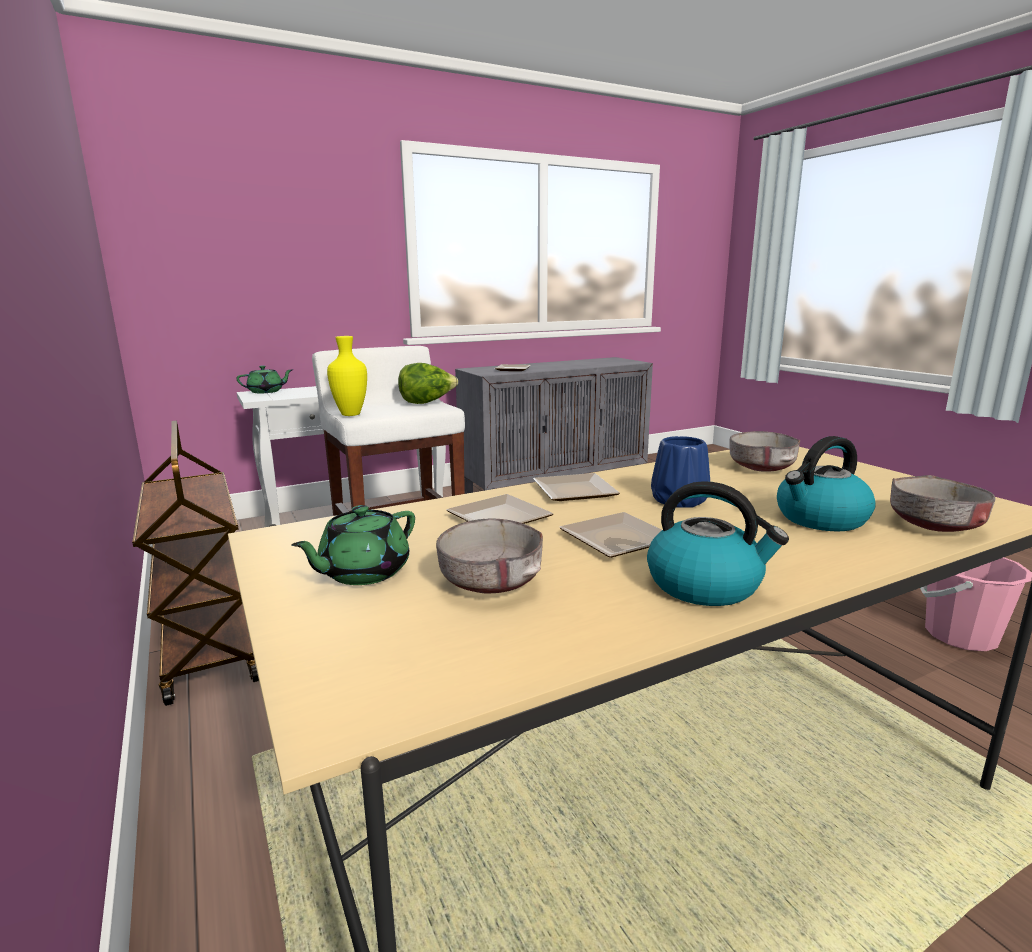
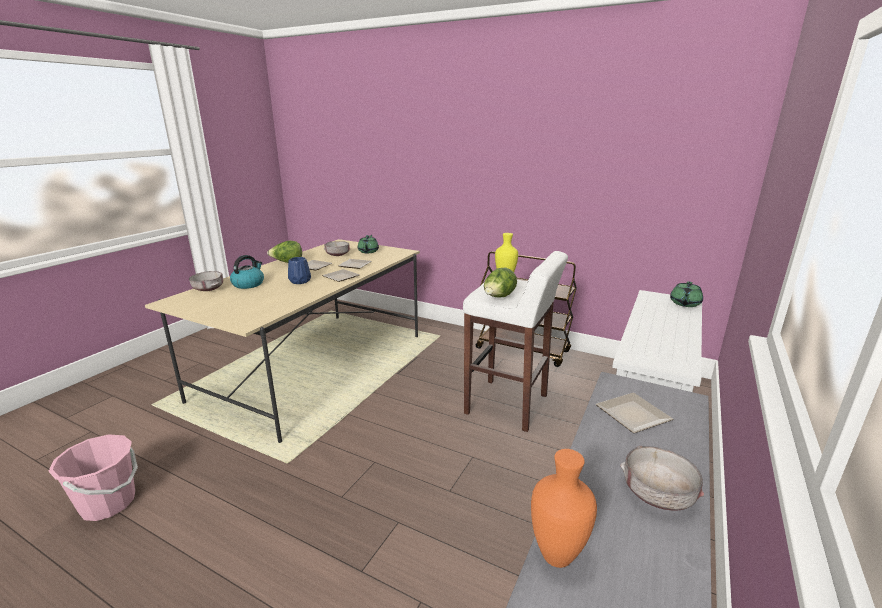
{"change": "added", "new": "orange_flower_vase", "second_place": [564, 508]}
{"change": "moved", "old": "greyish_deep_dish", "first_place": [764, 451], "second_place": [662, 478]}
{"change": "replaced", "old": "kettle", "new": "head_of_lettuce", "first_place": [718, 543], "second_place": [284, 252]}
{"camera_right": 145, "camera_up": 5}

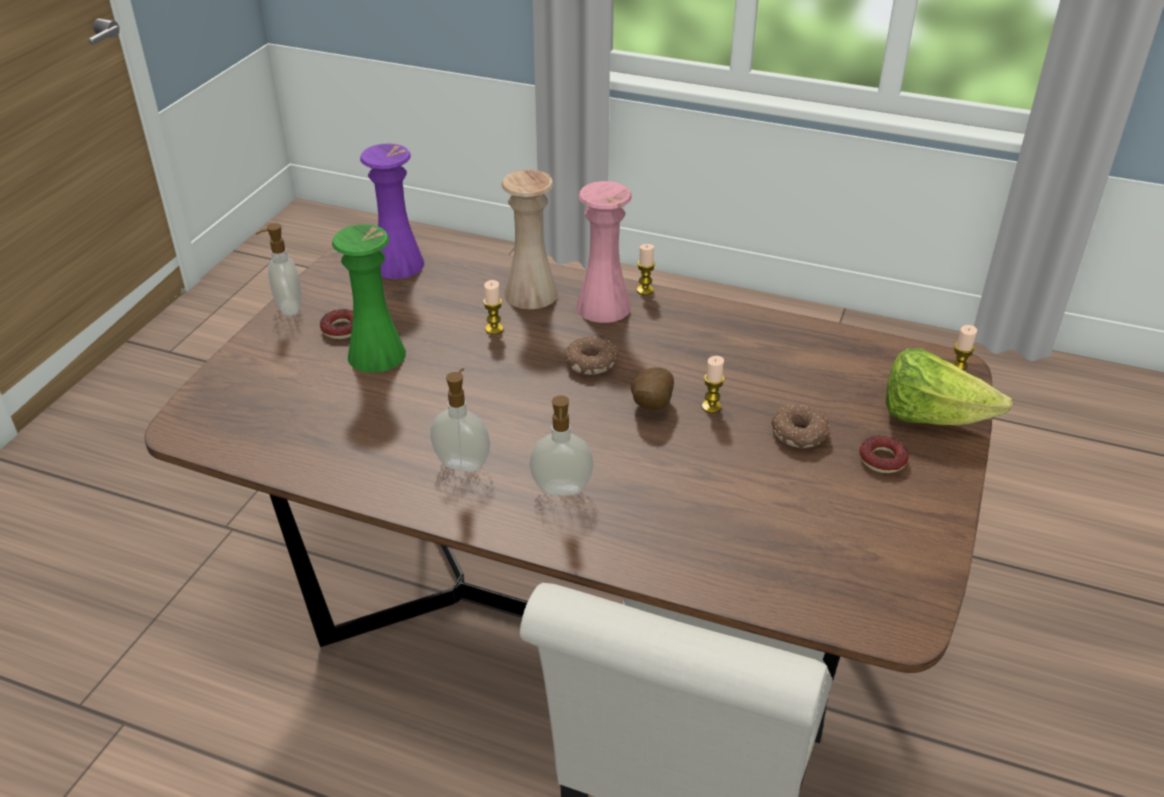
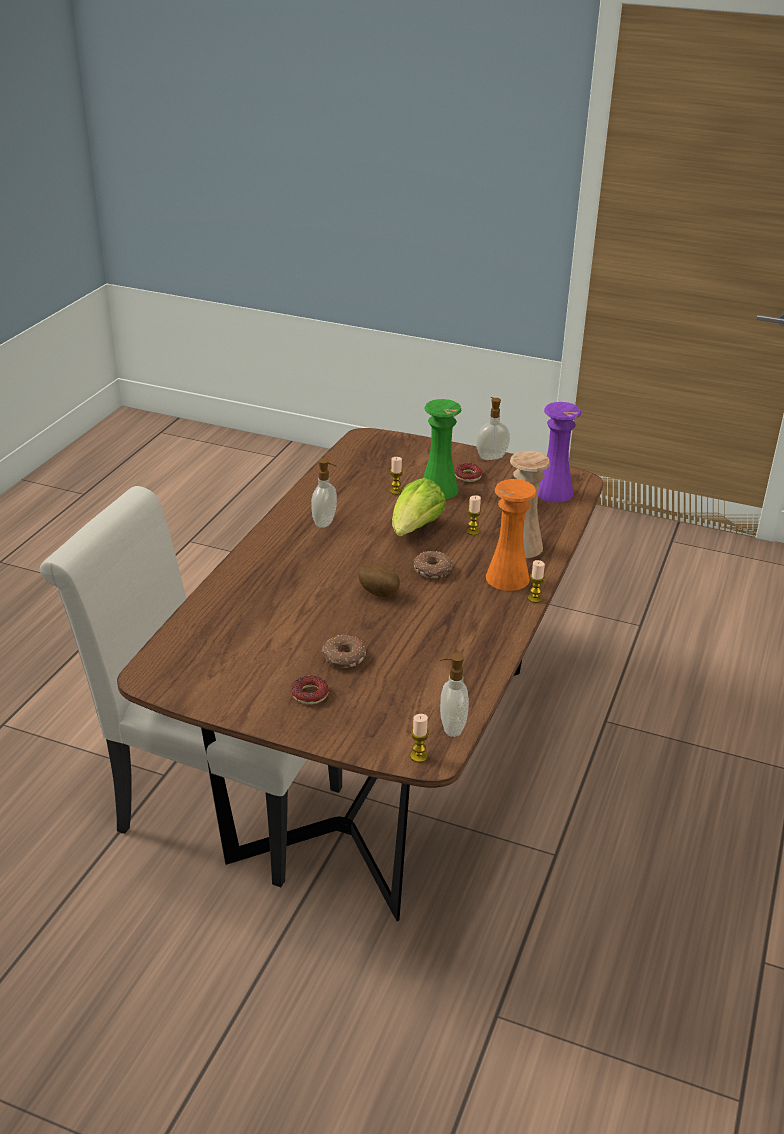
{"change": "moved", "old": "liquid_soap_bottle", "first_place": [561, 445], "second_place": [454, 695]}
{"change": "moved", "old": "wax_candle", "first_place": [713, 384], "second_place": [396, 476]}
{"change": "moved", "old": "head_of_lettuce", "first_place": [949, 386], "second_place": [419, 507]}
{"change": "recoloured", "old": "pink-coloured_flower_vase", "new": "orange_flower_vase", "first_place": [604, 252], "second_place": [511, 535]}
{"camera_right": 90, "camera_up": -5}

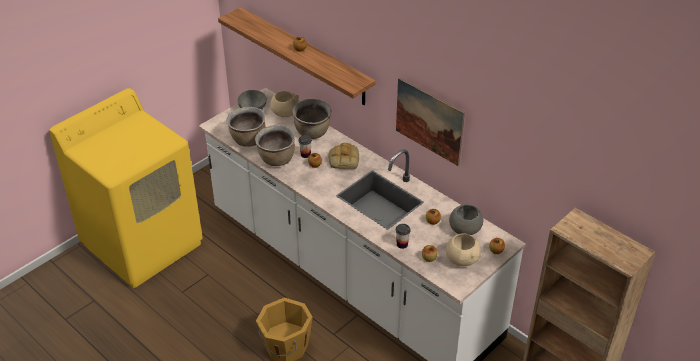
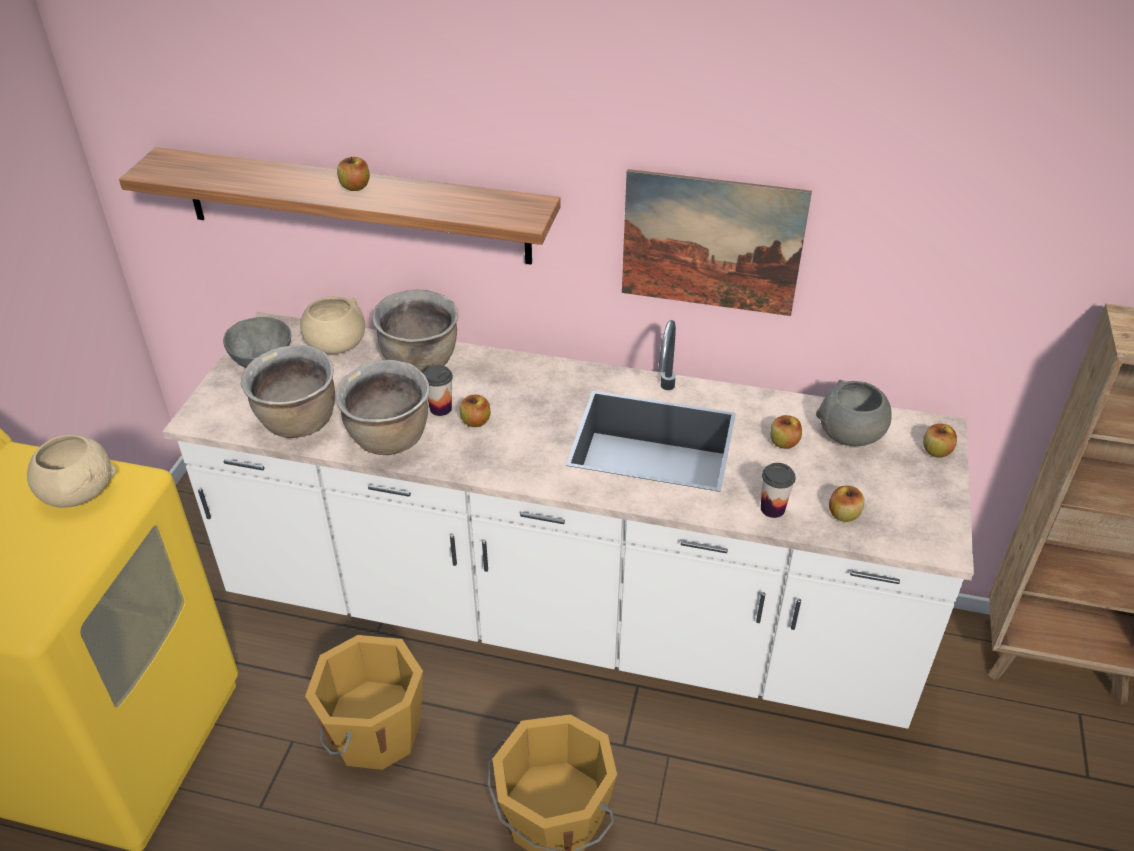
{"change": "removed", "old": "bread", "first_place": [343, 156]}
{"change": "added", "new": "orange_bucket", "second_place": [364, 702]}
{"change": "moved", "old": "beige-coloured_deep_dish", "first_place": [464, 249], "second_place": [72, 471]}
{"camera_right": -30, "camera_up": 0}

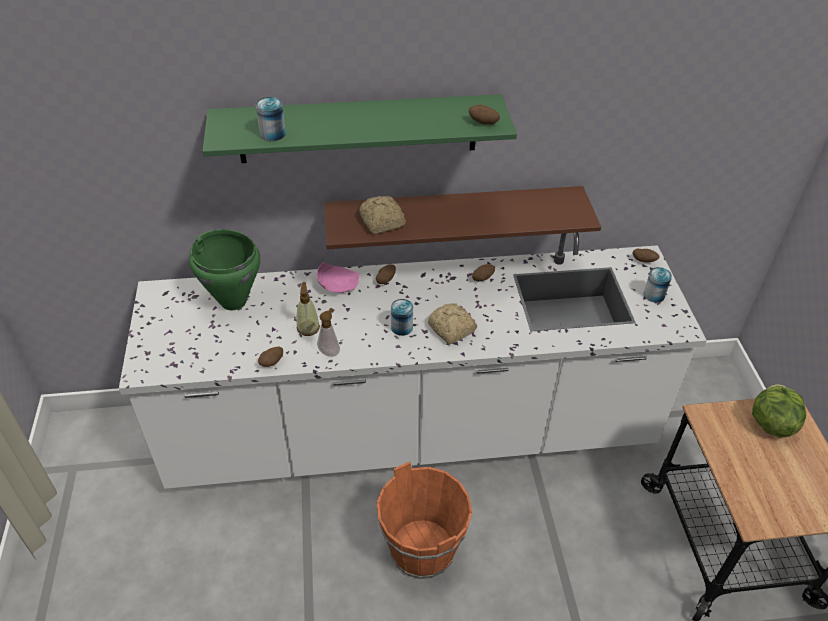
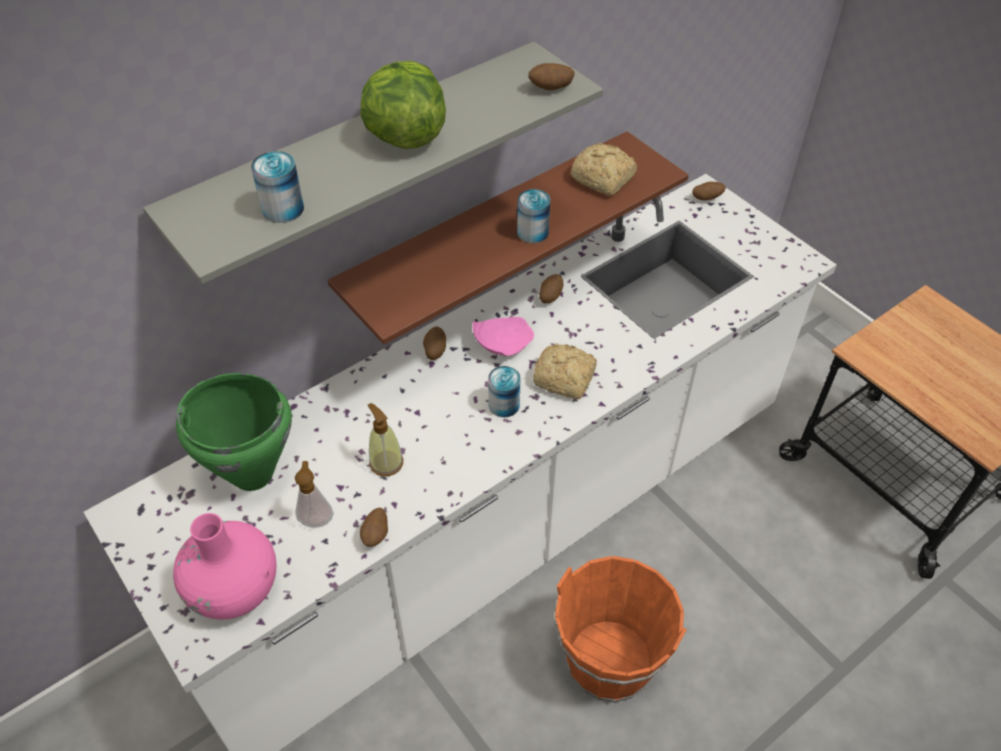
{"change": "added", "new": "pink-coloured_flower_vase", "second_place": [224, 566]}
{"change": "moved", "old": "pink-coloured_plate", "first_place": [338, 277], "second_place": [503, 336]}
{"change": "moved", "old": "liquid_soap_bottle", "first_place": [328, 332], "second_place": [314, 494]}
{"change": "moved", "old": "bread", "first_place": [382, 214], "second_place": [604, 169]}
{"change": "moved", "old": "can", "first_place": [658, 285], "second_place": [533, 216]}
{"change": "moved", "old": "head_of_lettuce", "first_place": [779, 410], "second_place": [403, 105]}
{"change": "recoloured", "old": "green_wall_shelf", "new": "greyish_wall_shelf", "first_place": [359, 128], "second_place": [373, 163]}
{"camera_right": -30, "camera_up": 5}

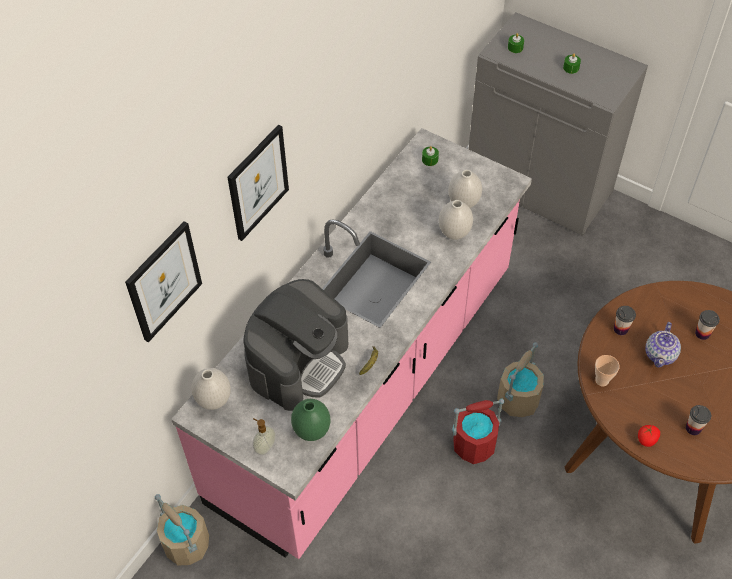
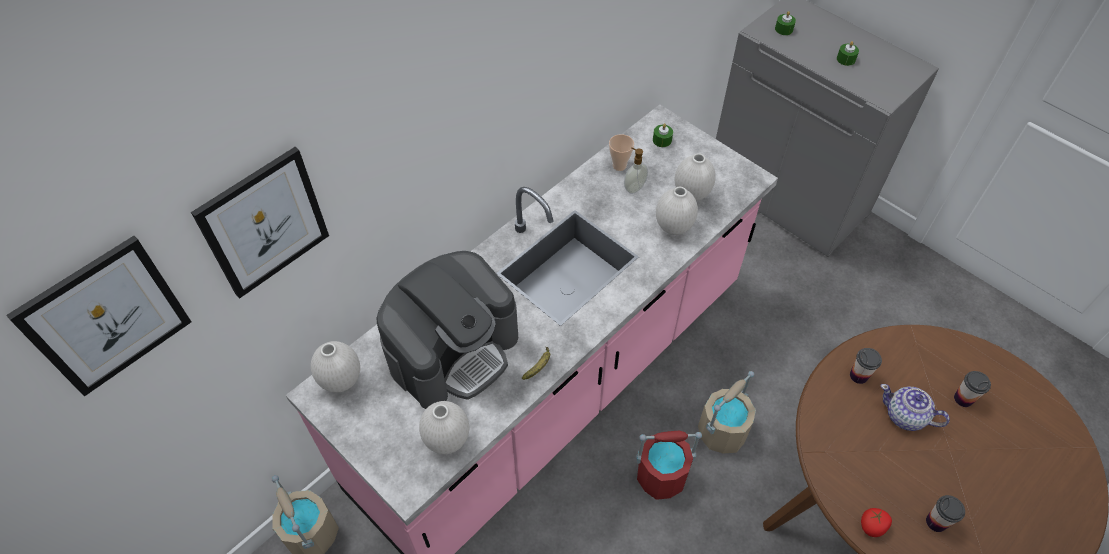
{"change": "moved", "old": "picture", "first_place": [258, 183], "second_place": [98, 316]}
{"change": "moved", "old": "liquid_soap_bottle", "first_place": [264, 436], "second_place": [636, 170]}
{"change": "moved", "old": "small_cup", "first_place": [607, 370], "second_place": [621, 152]}
{"change": "recoloured", "old": "green_flower_vase", "new": "whitish_flower_vase", "first_place": [310, 420], "second_place": [444, 427]}
{"change": "turned", "old": "pot_for_tea", "first_place": [663, 345], "second_place": [915, 407], "degrees": 90}
{"camera_right": 10, "camera_up": 0}

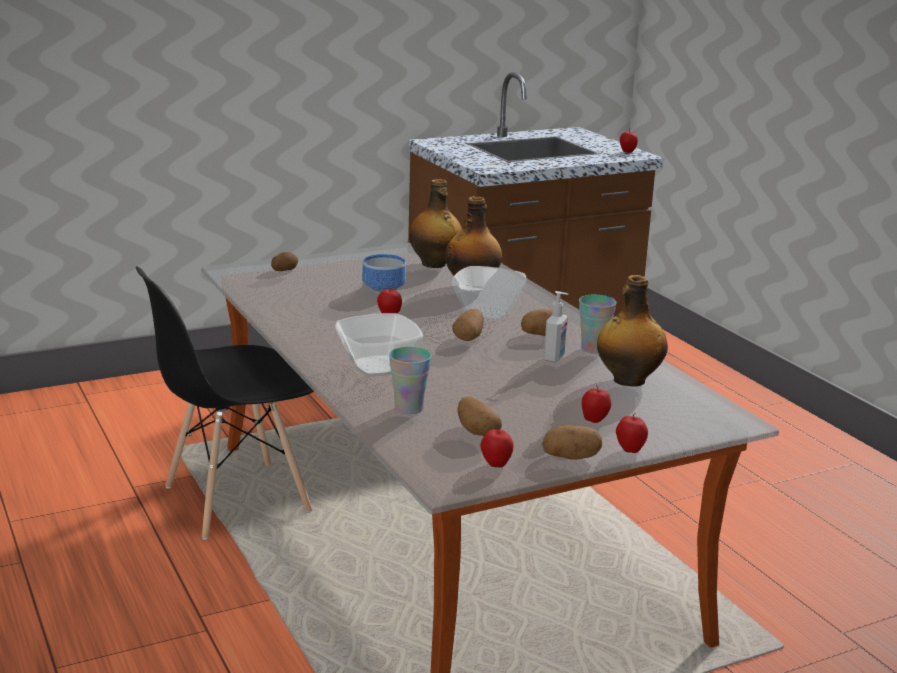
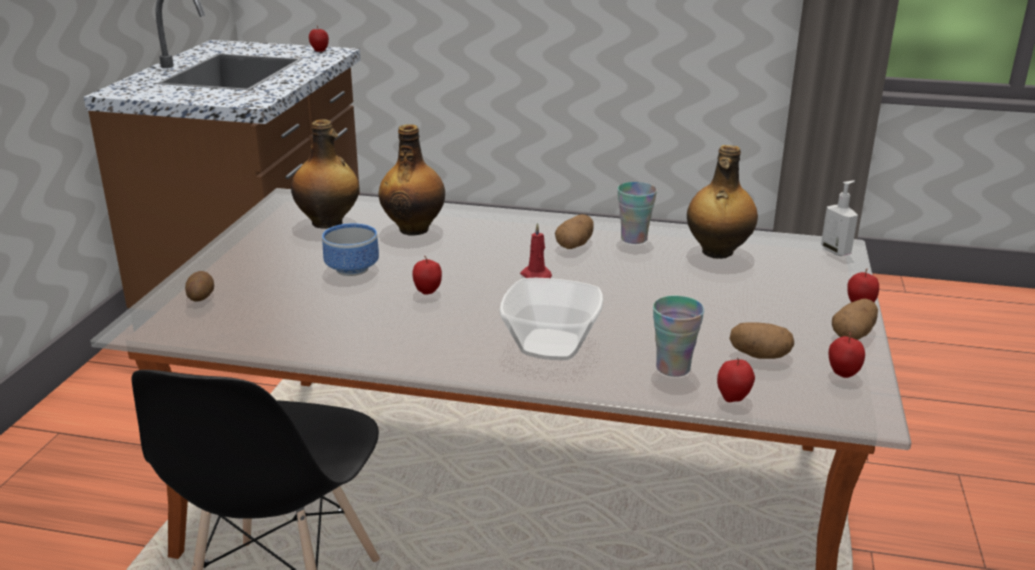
{"change": "removed", "old": "deep_dish", "first_place": [489, 293]}
{"change": "moved", "old": "liquid_soap_bottle", "first_place": [556, 326], "second_place": [839, 218]}
{"change": "moved", "old": "apple", "first_place": [596, 404], "second_place": [736, 380]}
{"change": "replaced", "old": "whole_potato", "new": "reddish_wax_candle", "first_place": [468, 325], "second_place": [536, 250]}
{"camera_right": -50, "camera_up": 5}

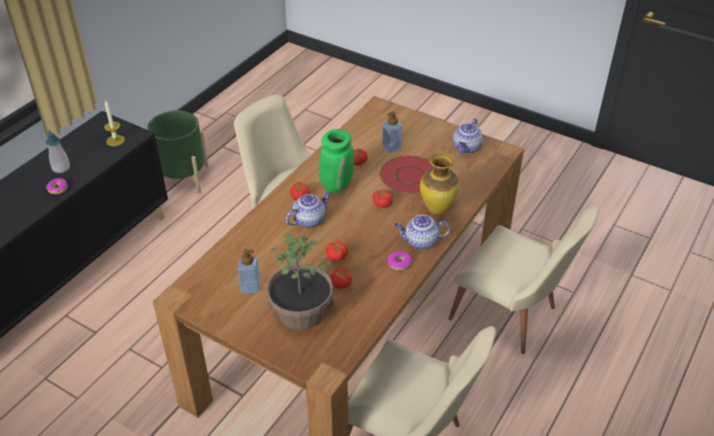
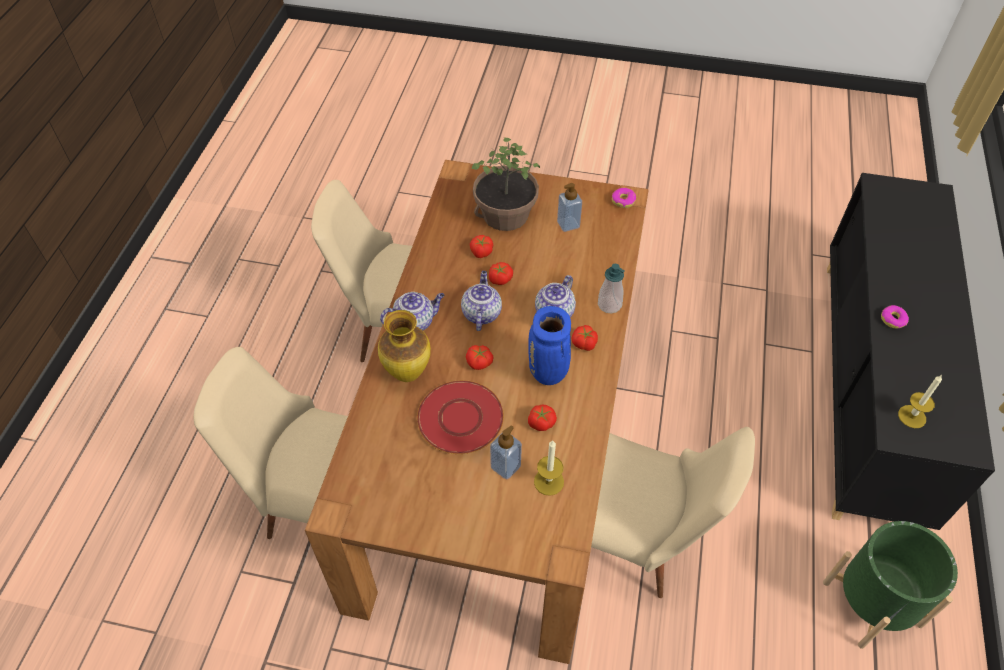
{"change": "added", "new": "wax_candle", "second_place": [549, 468]}
{"change": "moved", "old": "liquid_soap_bottle", "first_place": [58, 151], "second_place": [611, 288]}
{"change": "moved", "old": "ring_doughnut", "first_place": [400, 261], "second_place": [624, 198]}
{"change": "moved", "old": "pot_for_tea", "first_place": [468, 136], "second_place": [481, 301]}
{"change": "recoloured", "old": "green_flower_vase", "new": "bluish_flower_vase", "first_place": [336, 161], "second_place": [550, 345]}
{"camera_right": 160, "camera_up": 10}

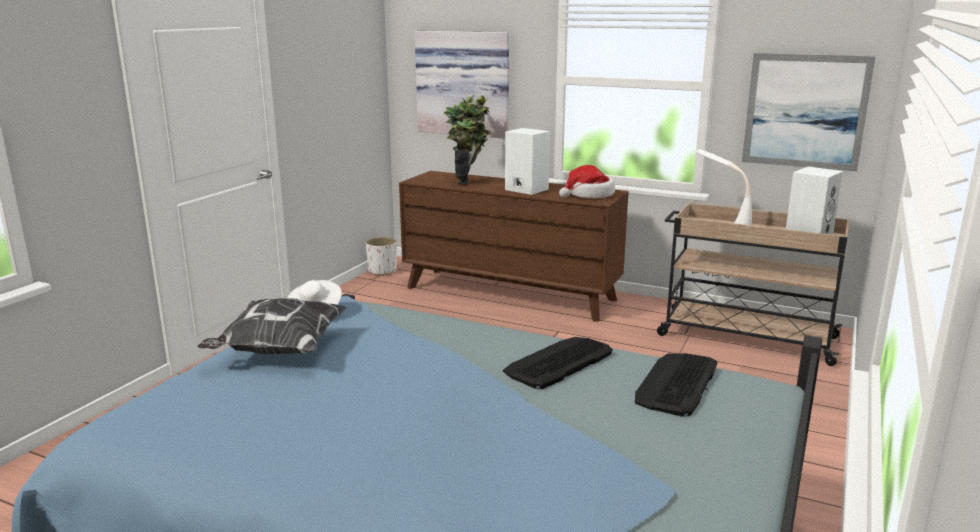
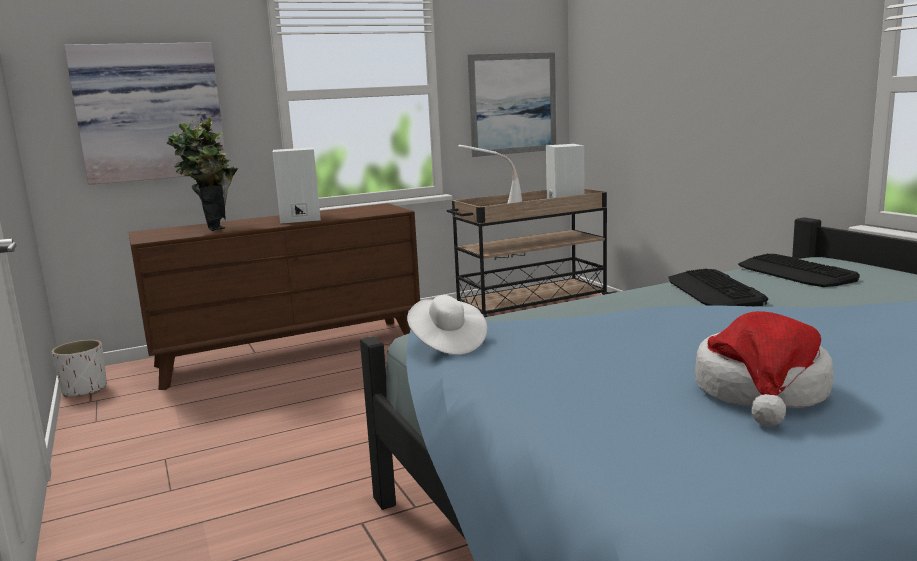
{"change": "removed", "old": "cushion", "first_place": [272, 326]}
{"change": "moved", "old": "wearable_hat", "first_place": [587, 181], "second_place": [764, 369]}
{"camera_right": -50, "camera_up": -5}

